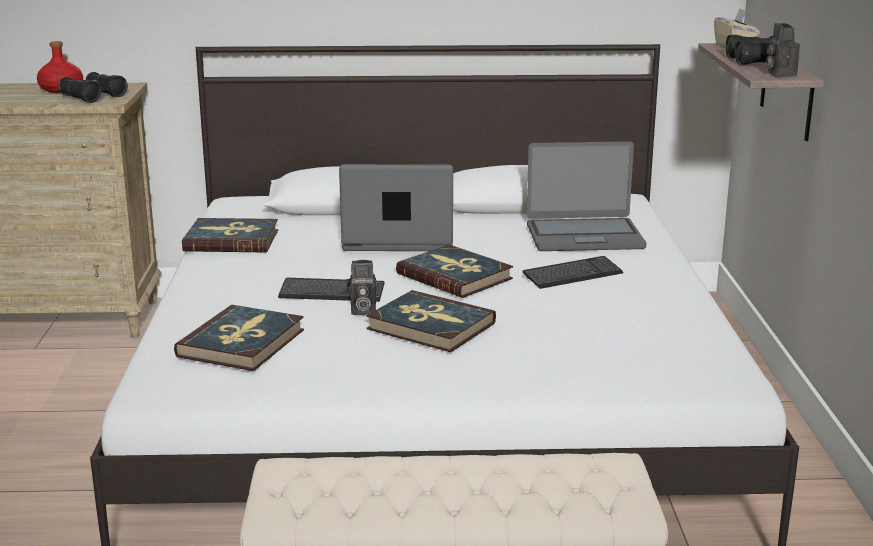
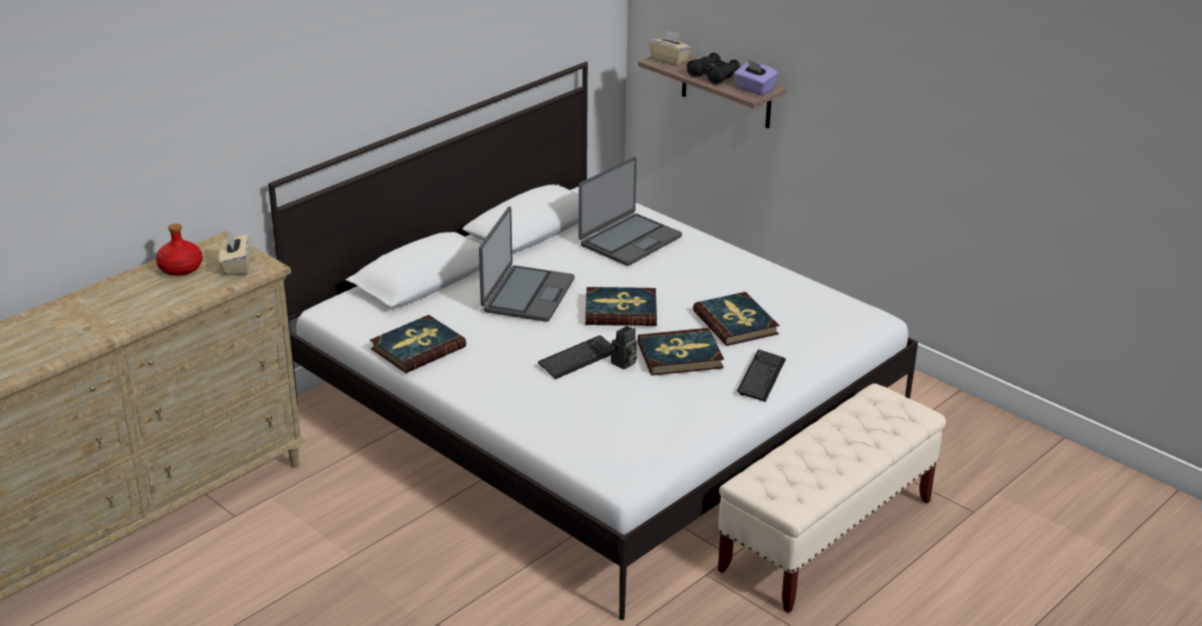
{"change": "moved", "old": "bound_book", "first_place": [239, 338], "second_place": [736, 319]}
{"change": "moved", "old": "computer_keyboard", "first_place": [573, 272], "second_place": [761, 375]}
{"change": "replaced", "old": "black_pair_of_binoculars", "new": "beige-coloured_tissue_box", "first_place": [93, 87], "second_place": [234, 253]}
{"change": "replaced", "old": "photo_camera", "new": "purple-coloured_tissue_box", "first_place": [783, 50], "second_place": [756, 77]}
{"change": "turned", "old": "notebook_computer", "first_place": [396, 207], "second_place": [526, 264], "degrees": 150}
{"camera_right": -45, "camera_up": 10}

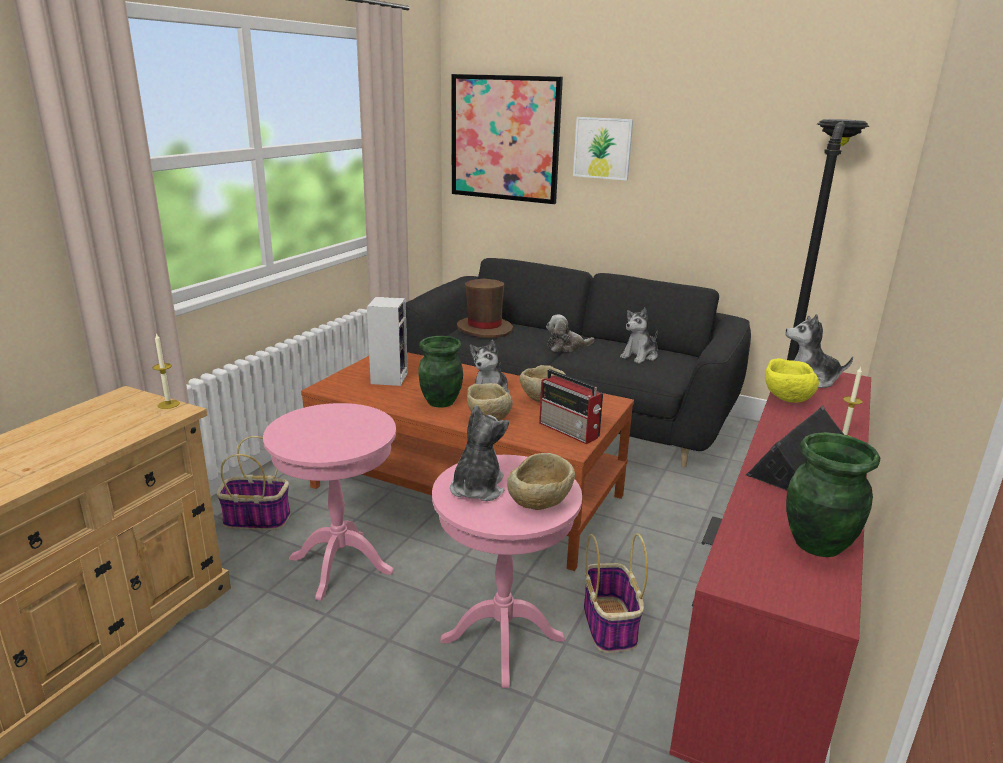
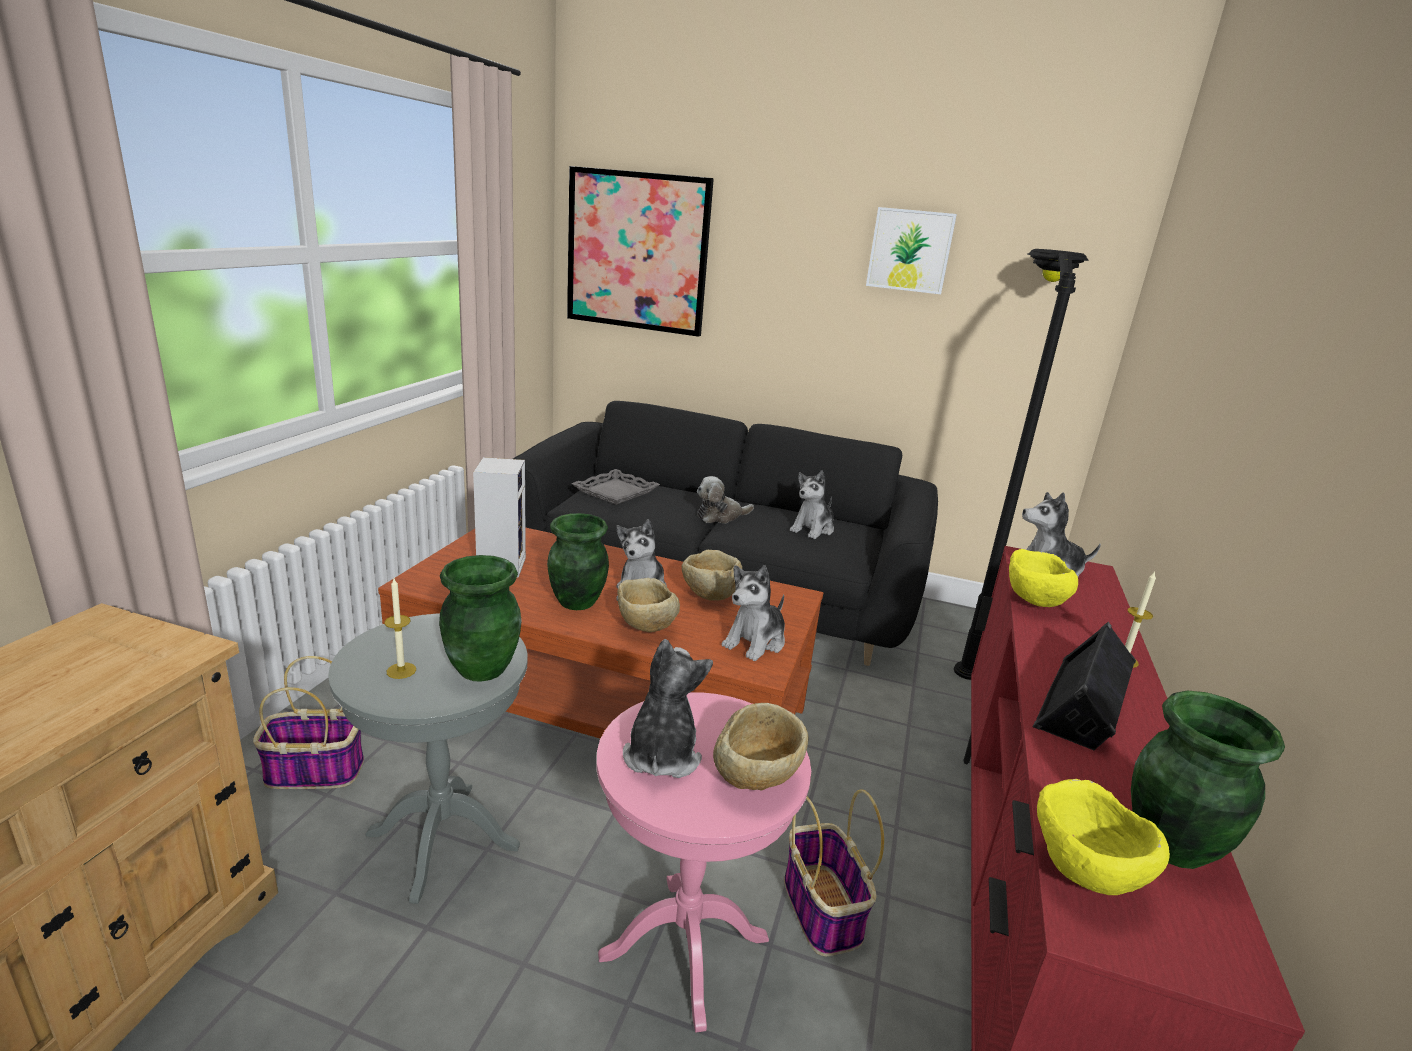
{"change": "added", "new": "green_flower_vase", "second_place": [480, 618]}
{"change": "added", "new": "yellowish_deep_dish", "second_place": [1103, 837]}
{"change": "moved", "old": "wax_candle", "first_place": [166, 371], "second_place": [400, 628]}
{"change": "moved", "old": "picture", "first_place": [603, 149], "second_place": [911, 250]}
{"change": "replaced", "old": "brown_wearable_hat", "new": "greyish_serving_tray", "first_place": [485, 308], "second_place": [616, 487]}
{"change": "replaced", "old": "radio_receiver", "new": "soft_toy", "first_place": [571, 406], "second_place": [753, 613]}
{"change": "recoloured", "old": "pink-coloured_side_table", "new": "greyish_side_table", "first_place": [329, 502], "second_place": [428, 759]}
{"camera_right": -10, "camera_up": 0}

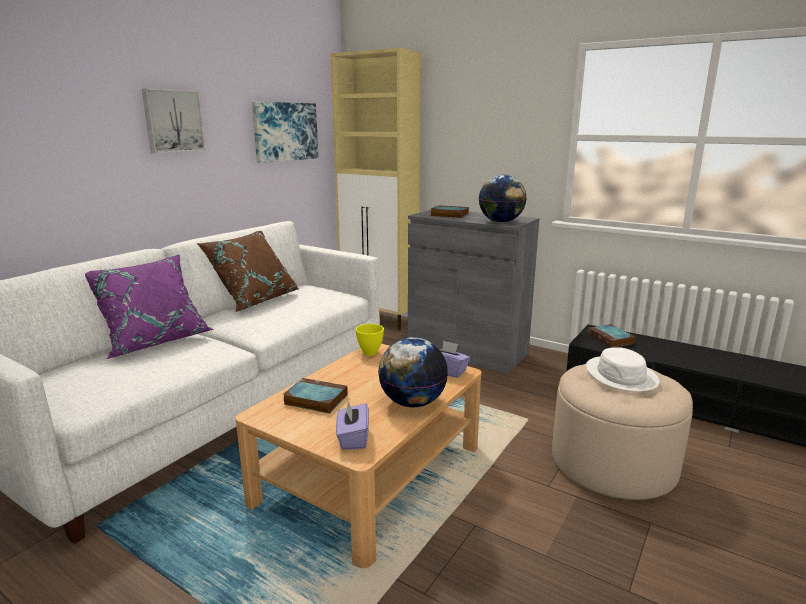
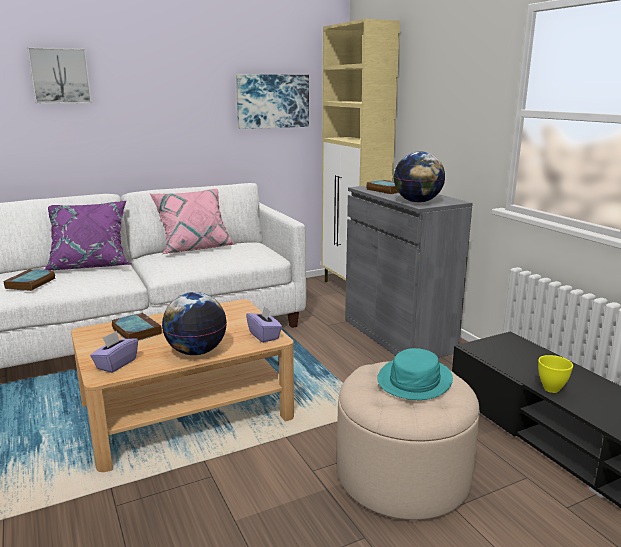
{"change": "moved", "old": "picture", "first_place": [174, 120], "second_place": [59, 75]}
{"change": "moved", "old": "yellowish_deep_dish", "first_place": [369, 340], "second_place": [555, 374]}
{"change": "moved", "old": "bound_book", "first_place": [611, 335], "second_place": [29, 280]}
{"change": "recoloured", "old": "brown_cushion", "new": "pink-coloured_cushion", "first_place": [248, 271], "second_place": [192, 221]}
{"change": "recoloured", "old": "whitish_wearable_hat", "new": "turquoise_wearable_hat", "first_place": [622, 369], "second_place": [415, 374]}
{"camera_right": 30, "camera_up": 0}

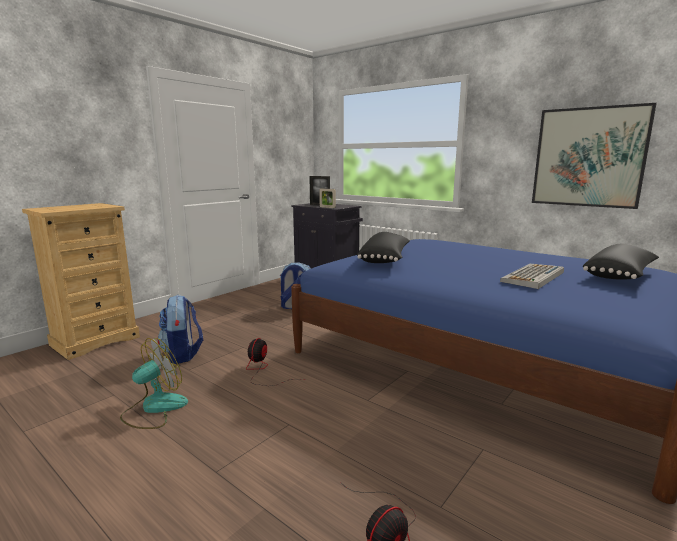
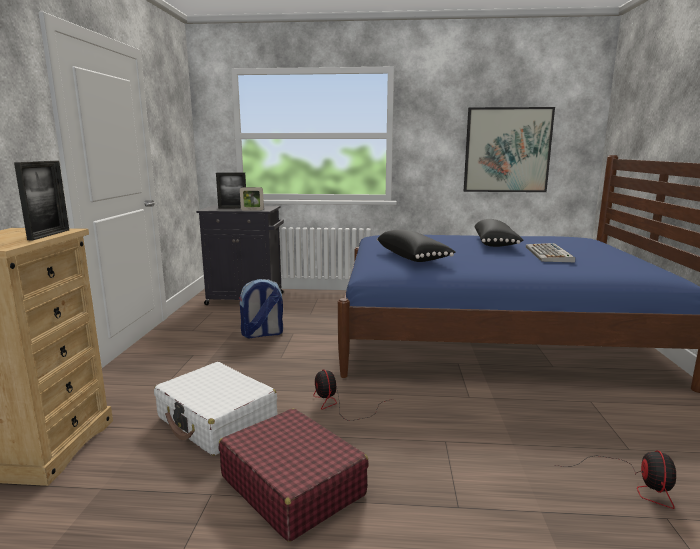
{"change": "added", "new": "picture_frame", "second_place": [41, 200]}
{"change": "moved", "old": "black_cushion", "first_place": [621, 261], "second_place": [498, 233]}
{"change": "replaced", "old": "fan", "new": "reddish_travel_case", "first_place": [154, 383], "second_place": [294, 475]}
{"change": "replaced", "old": "rucksack", "new": "whitish_travel_case", "first_place": [180, 329], "second_place": [216, 409]}
{"camera_right": -35, "camera_up": 0}

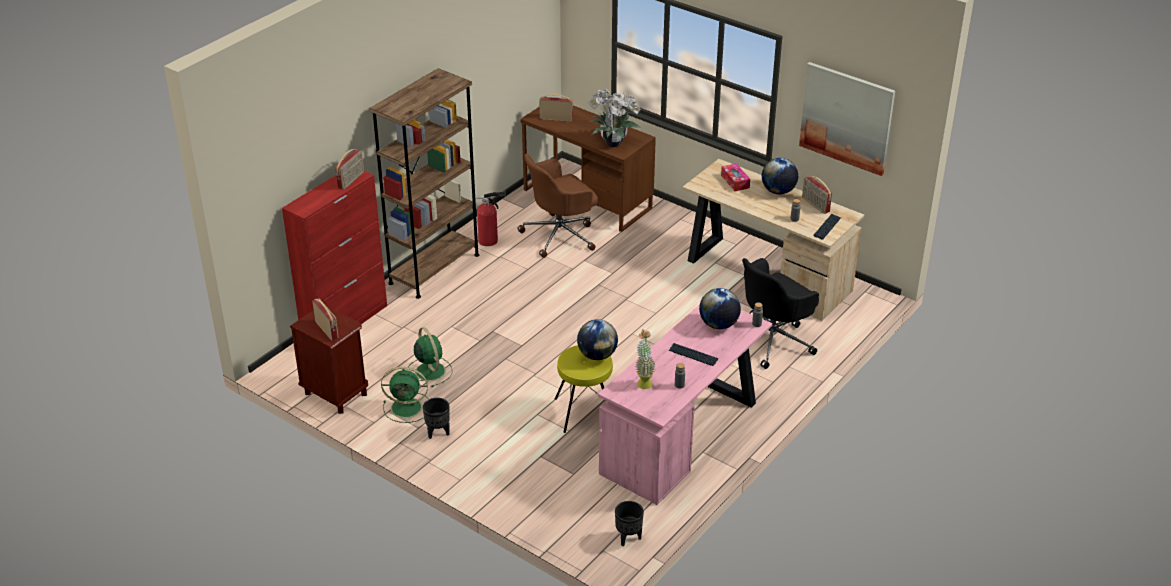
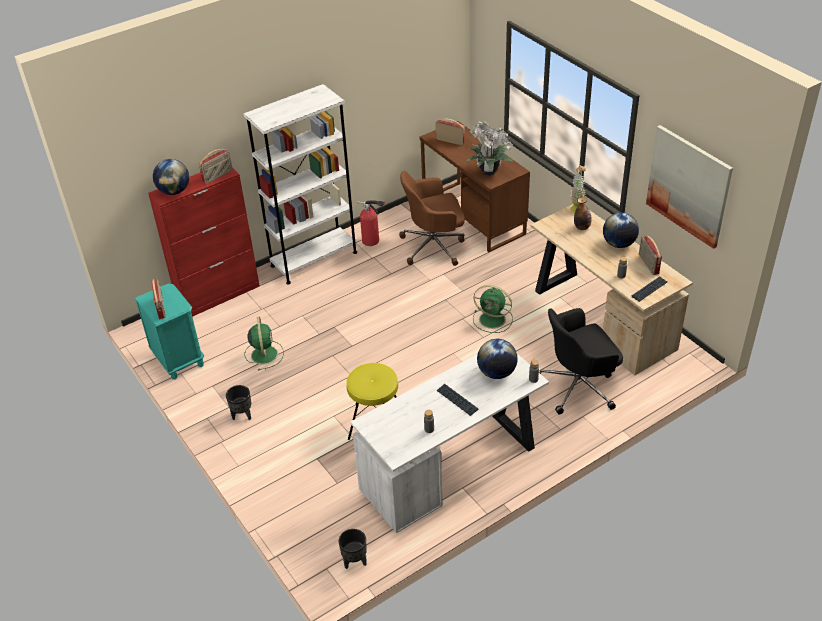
{"change": "moved", "old": "green_fan", "first_place": [405, 395], "second_place": [493, 309]}
{"change": "moved", "old": "desk_globe", "first_place": [597, 339], "second_place": [171, 177]}
{"change": "moved", "old": "potted_plant", "first_place": [645, 359], "second_place": [578, 189]}
{"change": "replaced", "old": "tissue_box", "new": "beverage_bottle", "first_place": [735, 177], "second_place": [583, 213]}
{"change": "recoloured", "old": "brown_night_table", "new": "turquoise_night_table", "first_place": [329, 360], "second_place": [169, 332]}
{"change": "recoloured", "old": "brown_bookshelf", "new": "whitish_bookshelf", "first_place": [424, 183], "second_place": [300, 184]}
{"change": "recoloured", "old": "pink-coloured_desk_unit", "new": "whitish_desk_unit", "first_place": [685, 405], "second_place": [449, 443]}
{"camera_right": 20, "camera_up": 5}

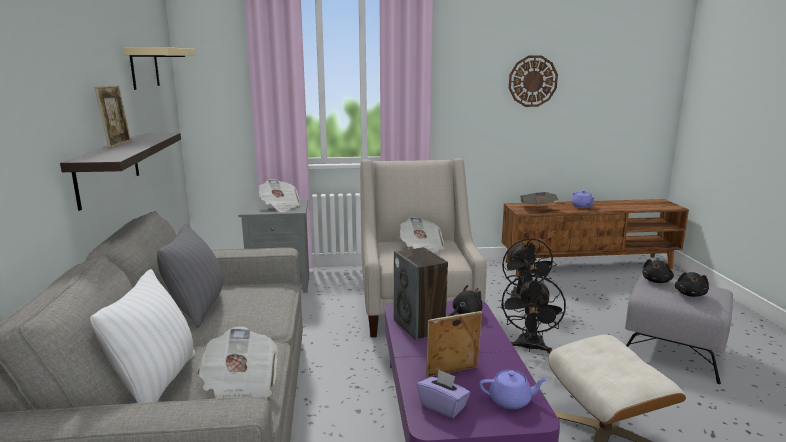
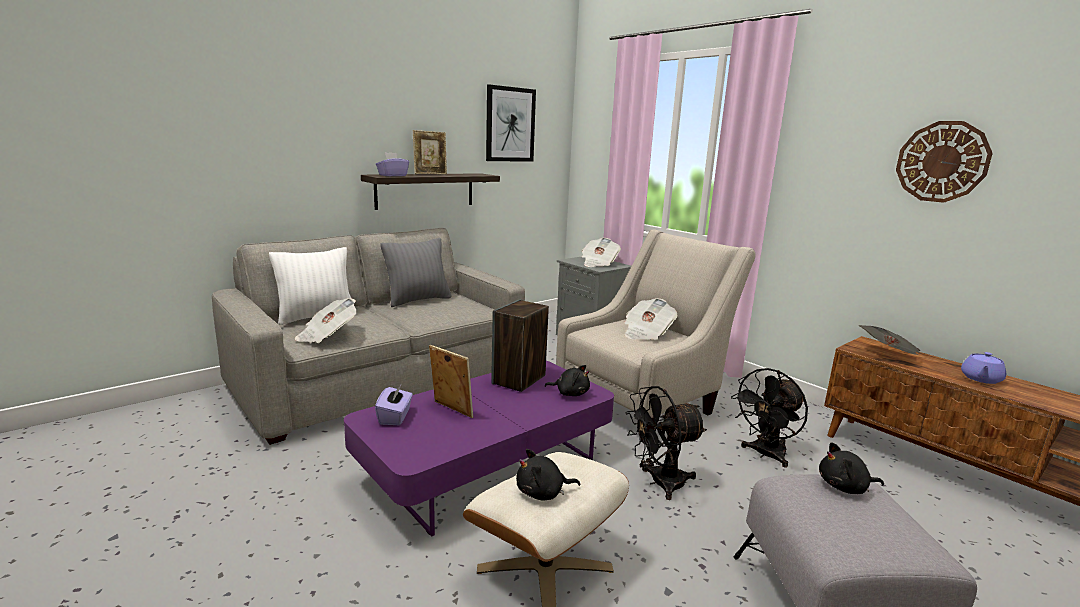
{"change": "removed", "old": "purple-coloured_pot_for_tea", "first_place": [513, 389]}
{"change": "added", "new": "purple-coloured_tissue_box", "second_place": [392, 164]}
{"change": "moved", "old": "black_soft_toy", "first_place": [692, 284], "second_place": [548, 475]}
{"change": "replaced", "old": "beige-coloured_wall_shelf", "new": "picture", "first_place": [159, 68], "second_place": [511, 123]}
{"camera_right": 55, "camera_up": 0}

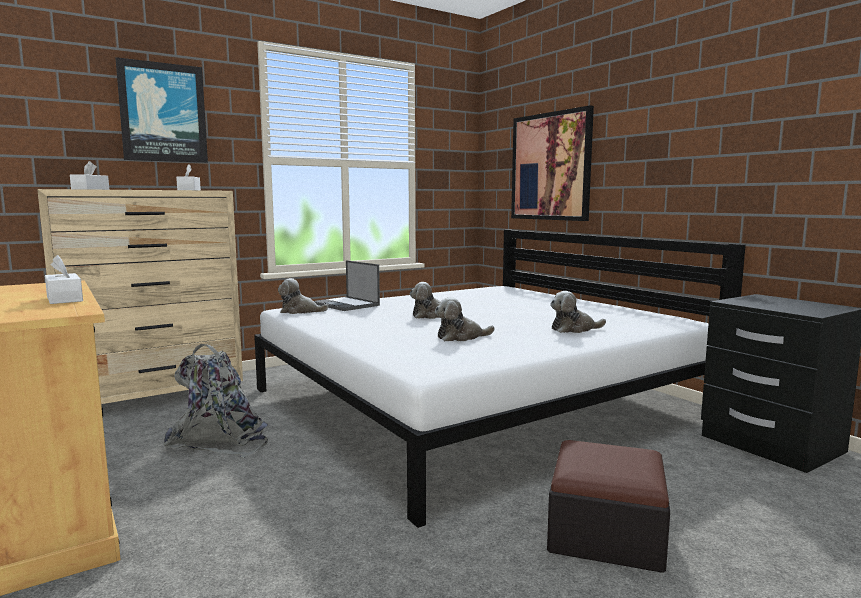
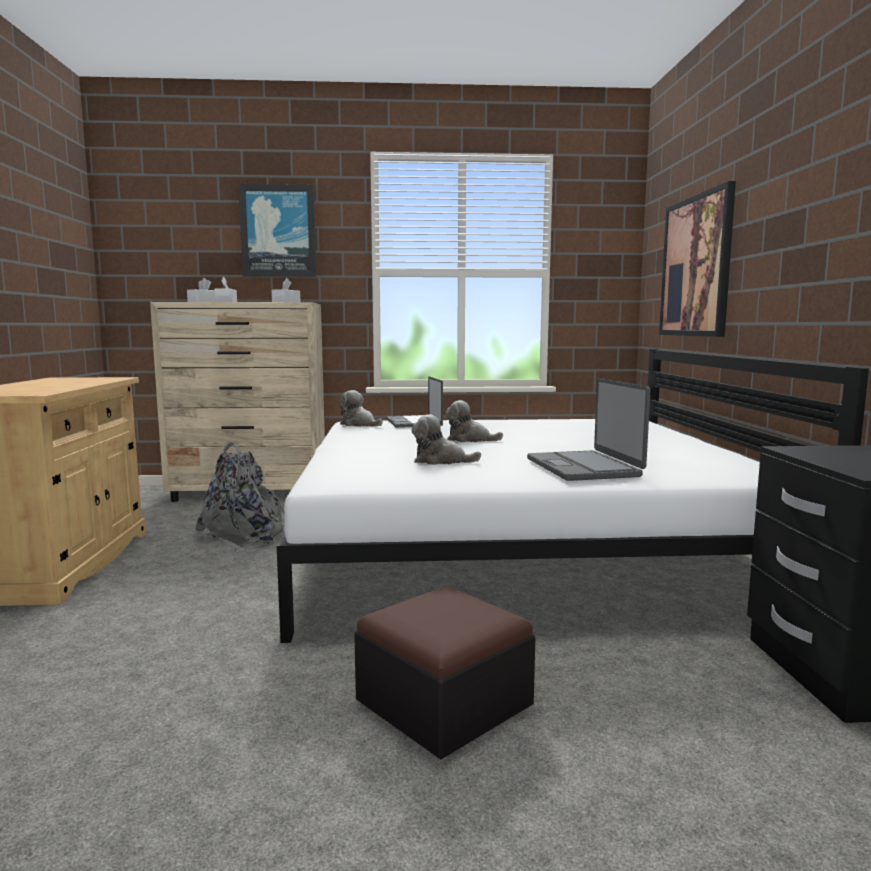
{"change": "moved", "old": "whitish_tissue_box", "first_place": [64, 279], "second_place": [225, 289]}
{"change": "replaced", "old": "soft_toy", "new": "notebook_computer", "first_place": [578, 312], "second_place": [588, 429]}
{"camera_right": 30, "camera_up": 0}

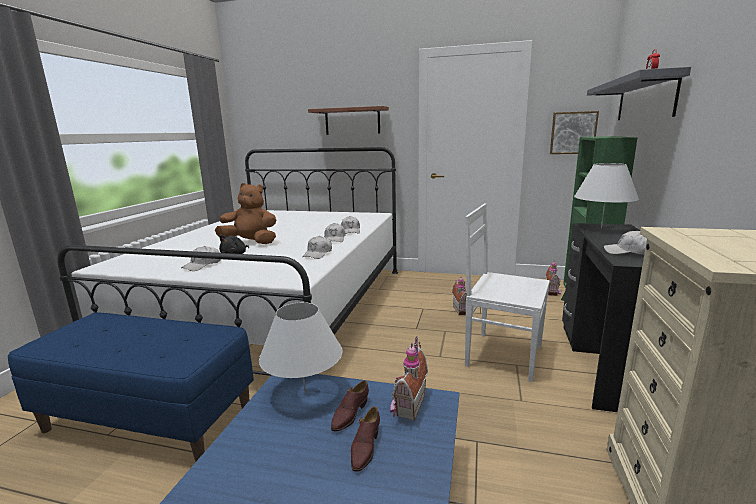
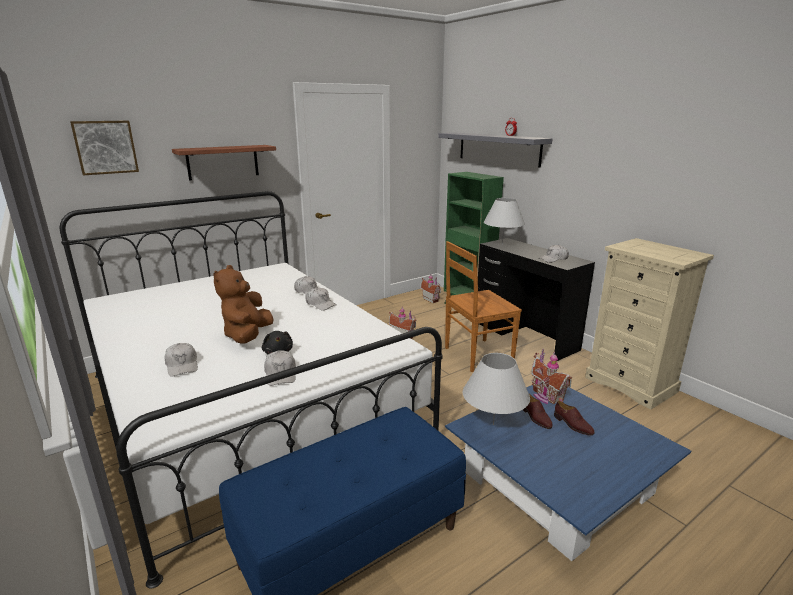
{"change": "moved", "old": "whitish_baseball_cap", "first_place": [317, 247], "second_place": [181, 360]}
{"change": "moved", "old": "picture", "first_place": [574, 132], "second_place": [104, 148]}
{"change": "recoloured", "old": "whitish_chair", "new": "brown_chair", "first_place": [507, 292], "second_place": [483, 306]}
{"change": "turned", "old": "brown_soft_toy", "first_place": [245, 213], "second_place": [243, 304], "degrees": -45}
{"camera_right": -50, "camera_up": 5}

